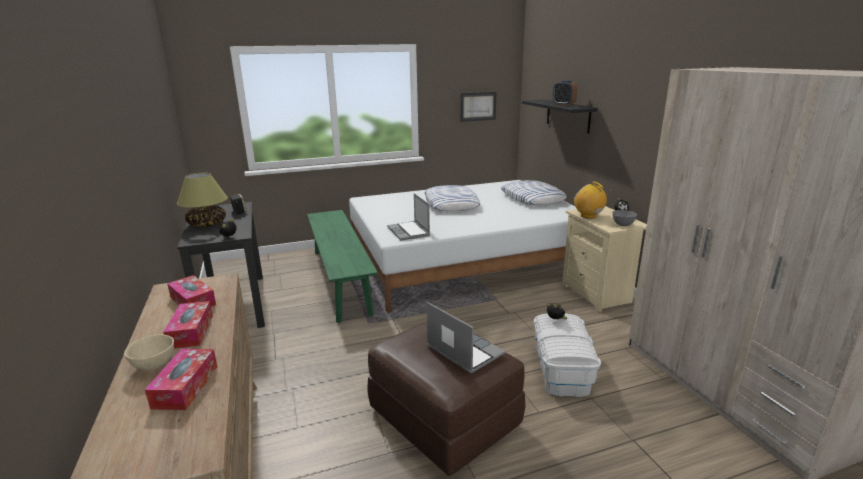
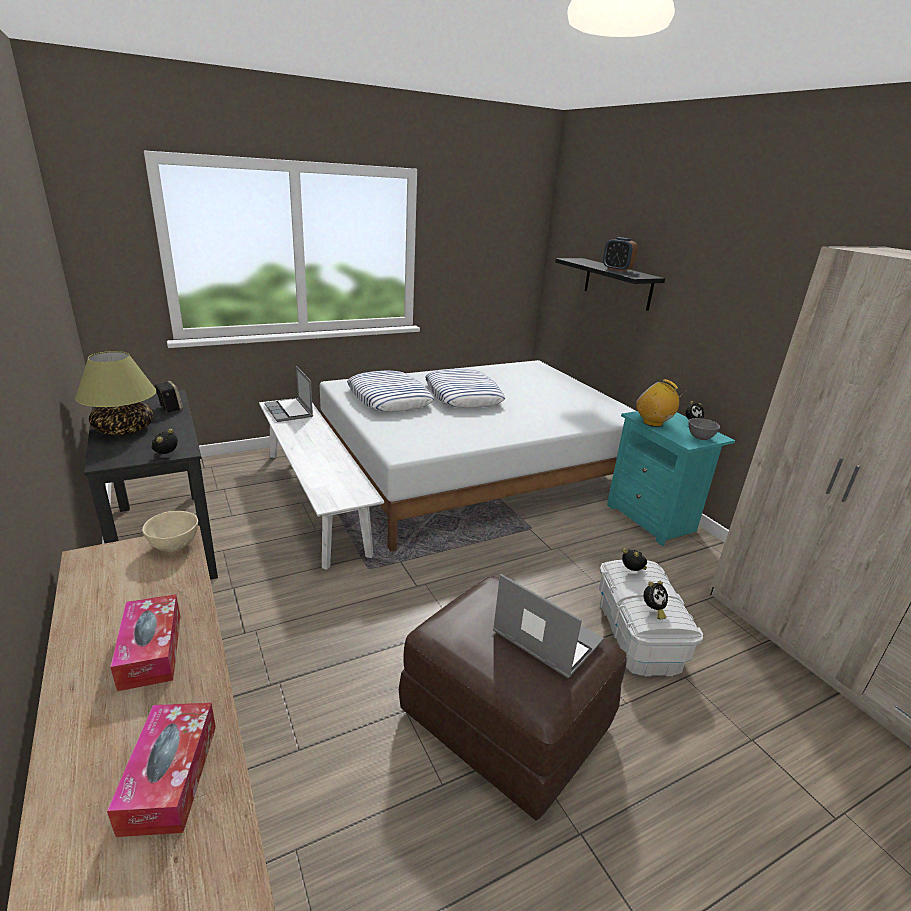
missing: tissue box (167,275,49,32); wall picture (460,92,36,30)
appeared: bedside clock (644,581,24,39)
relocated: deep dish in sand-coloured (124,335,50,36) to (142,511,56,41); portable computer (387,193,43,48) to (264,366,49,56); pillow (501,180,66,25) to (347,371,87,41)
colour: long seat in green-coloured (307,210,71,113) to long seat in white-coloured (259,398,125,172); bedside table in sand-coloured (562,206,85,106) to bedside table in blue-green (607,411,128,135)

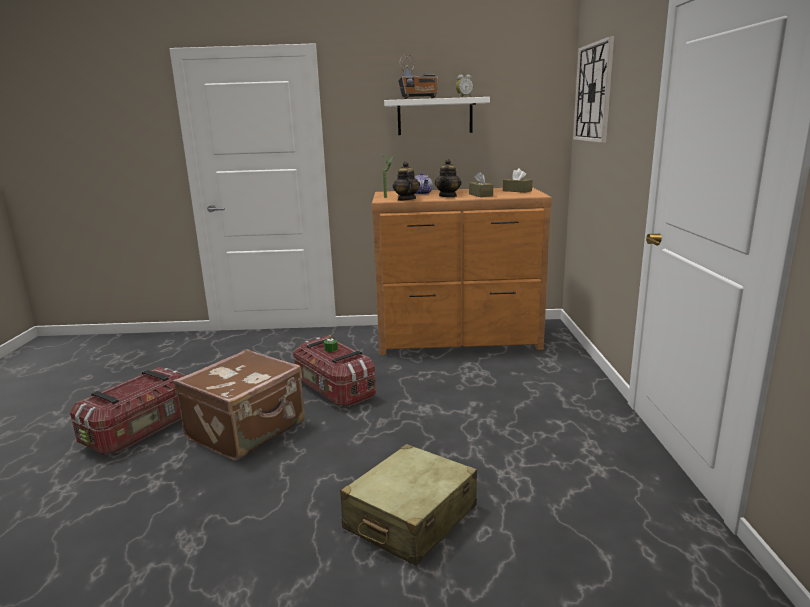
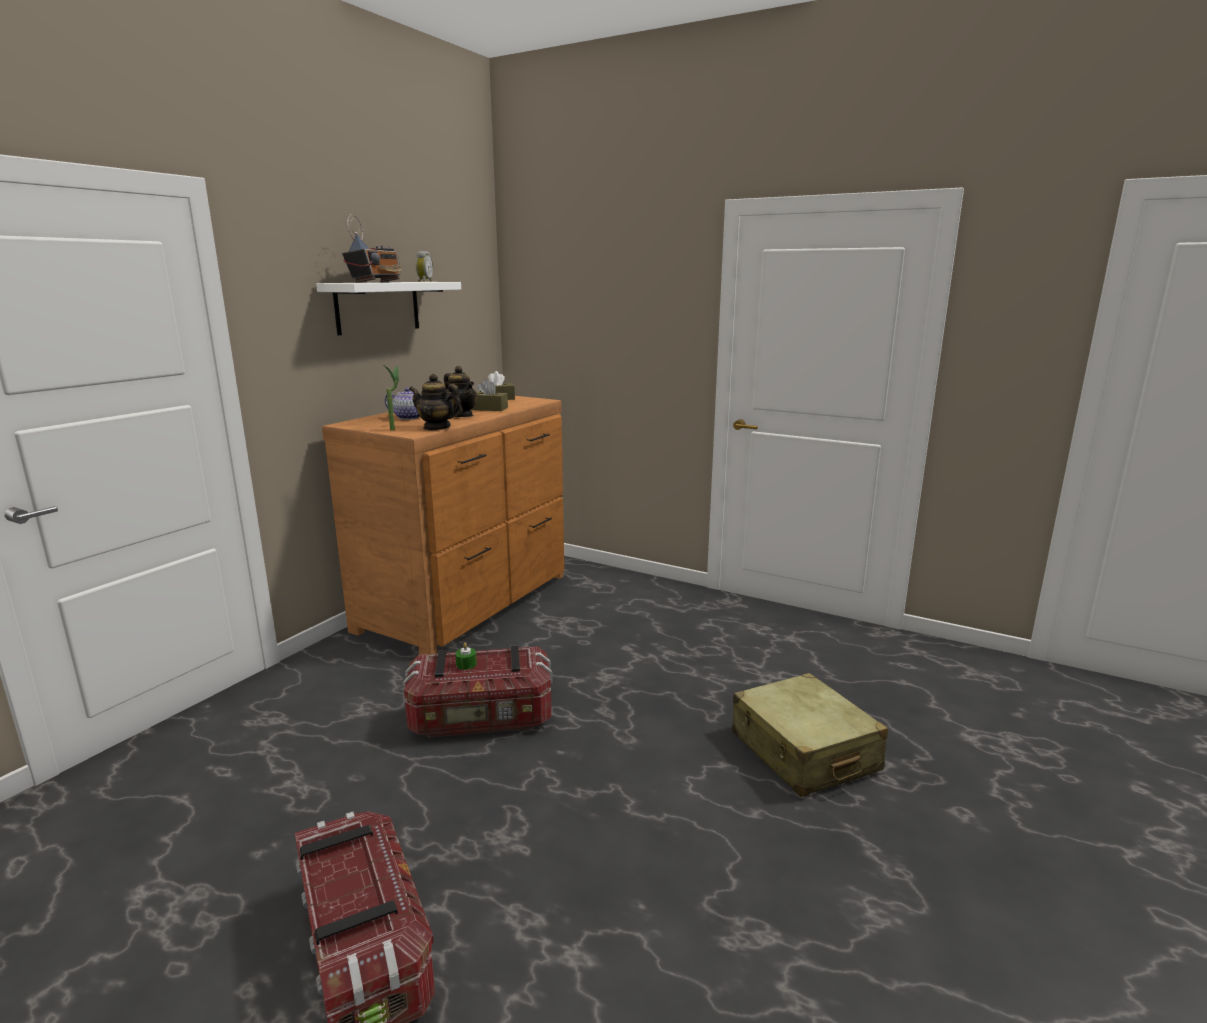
missing: travel case in brown-coloured (173,349,132,112); clock on the wall (573,36,41,107)

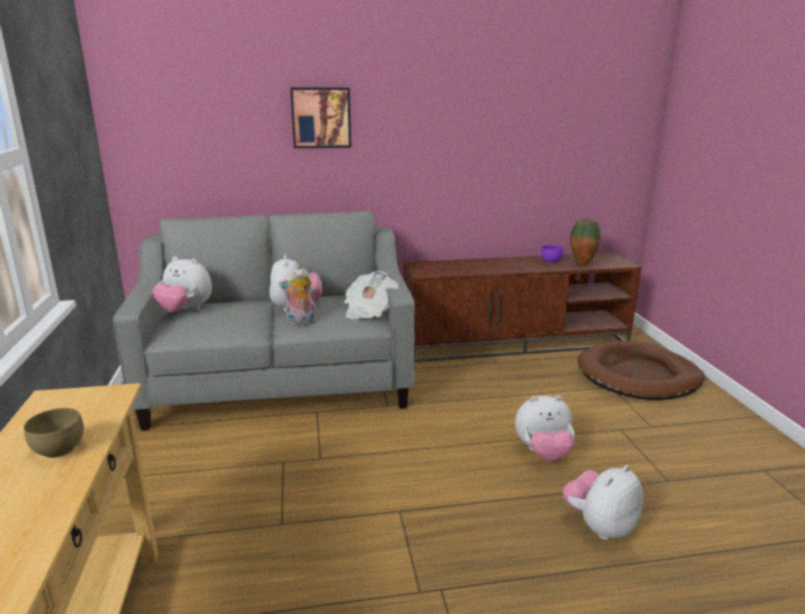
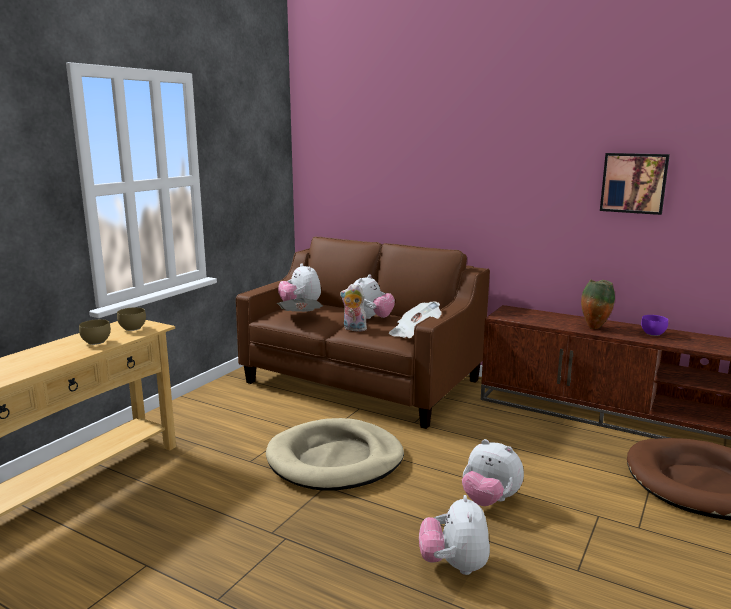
appeared: deep dish in brown-coloured (117,307,29,24); pet bed in sand-coloured (266,418,138,73); newspaper (277,298,46,14)
relocated: wall picture (290,87,61,61) to (600,153,70,62); flower vase (570,219,31,47) to (581,280,34,49)
colour: couch in gray (113,211,302,220) to couch in brown-coloured (236,237,254,192)
spun: soft toy (563,465,80,75) = (419,495,71,80) 90 degrees counterclockwise

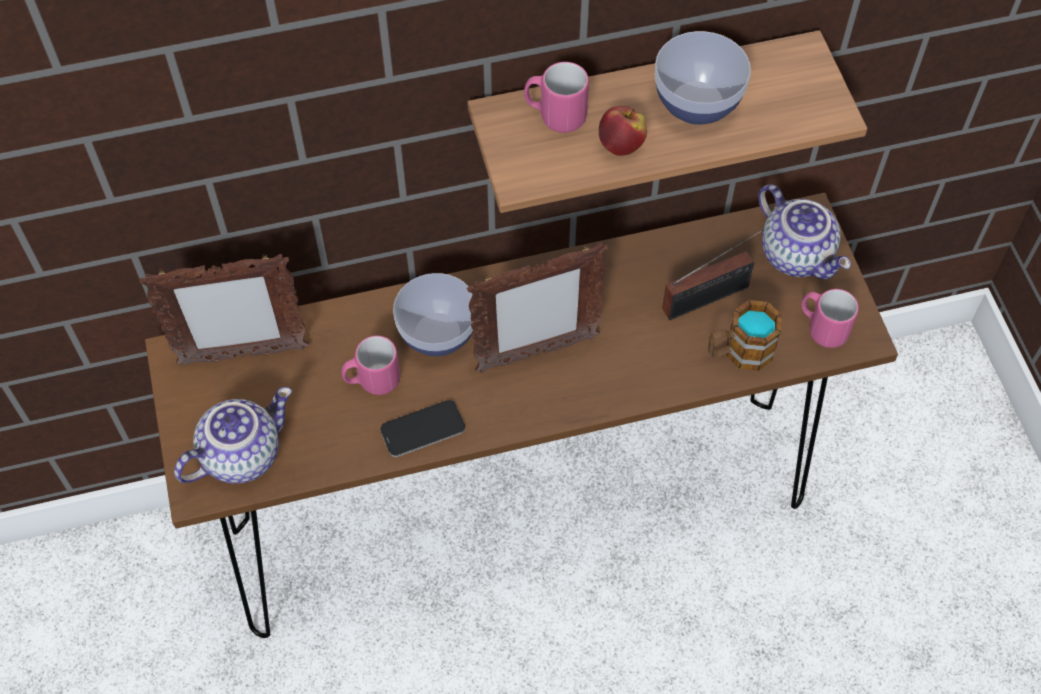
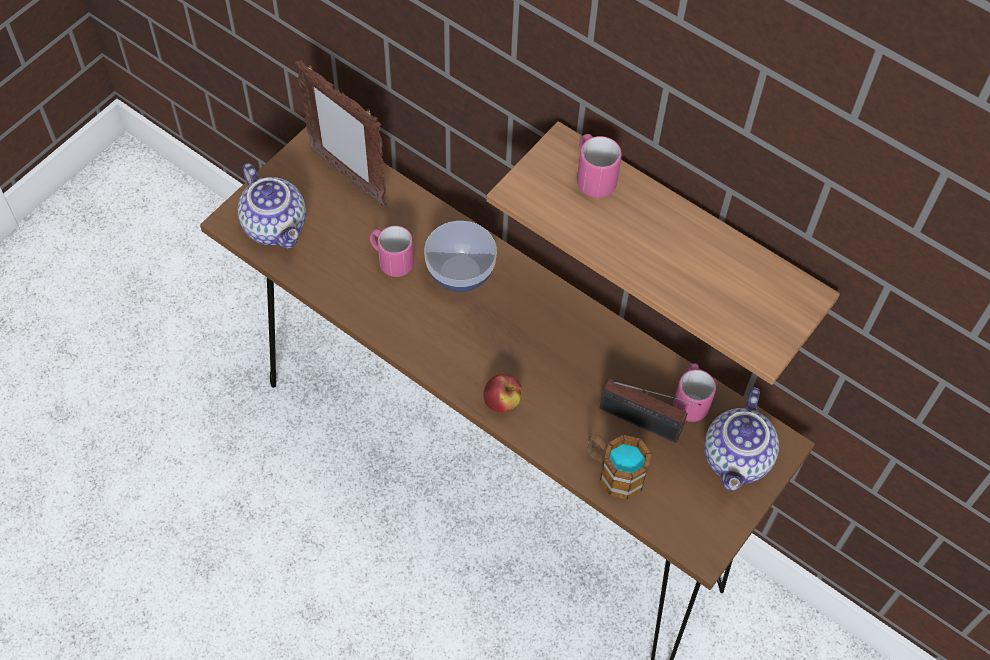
missing: phone (380,400,85,57); standing frame (467,243,141,130); deep dish (655,31,96,94)
relocated: whole apple (599,106,48,50) to (483,374,39,39); coffee mug in pinkish (801,289,58,59) to (673,363,43,59)
spun: teapot (174,387,118,97) = (238,163,68,85) 45 degrees clockwise

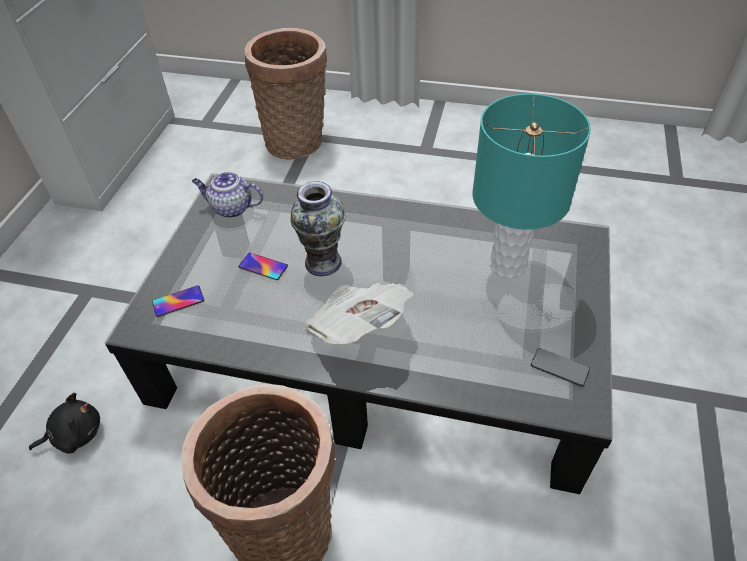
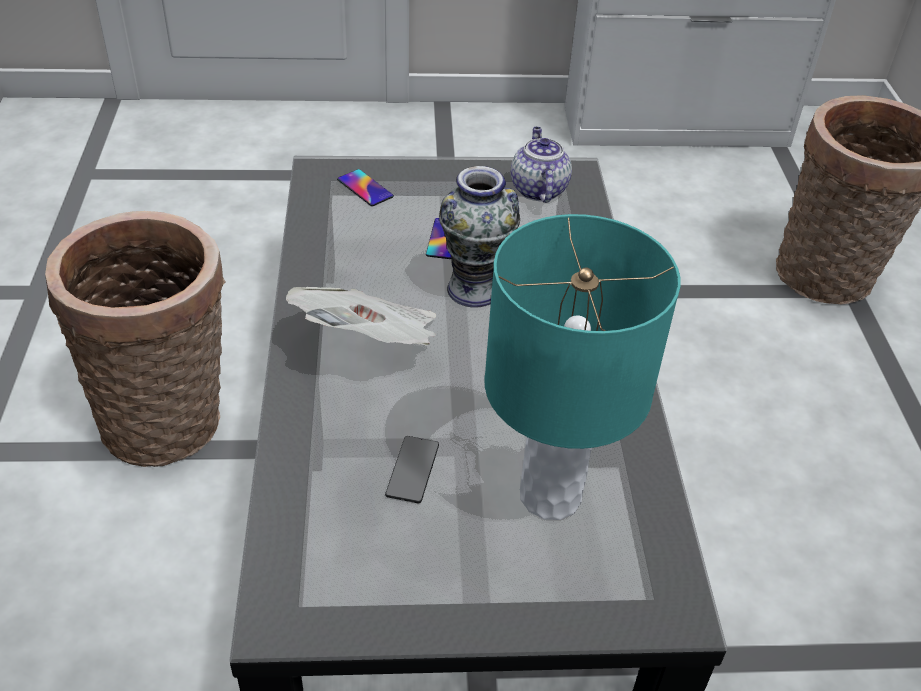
missing: soft toy in black (29,393,71,60)
relocated: phone (531,348,59,38) to (385,436,54,67)

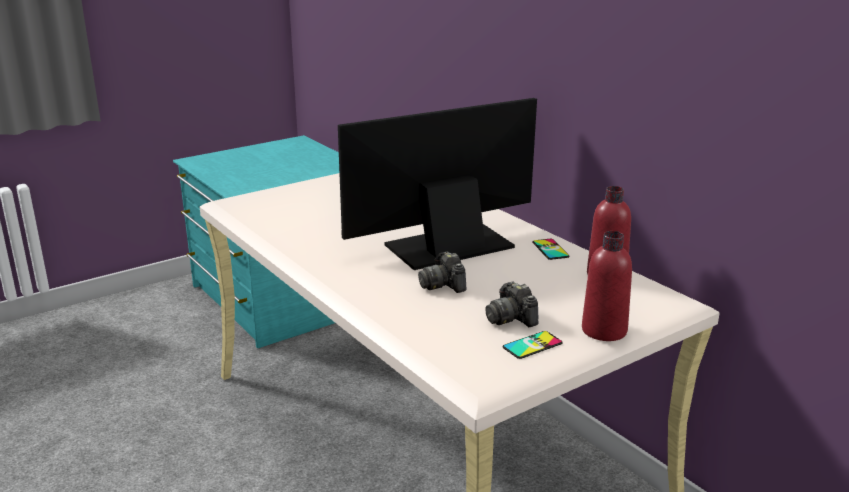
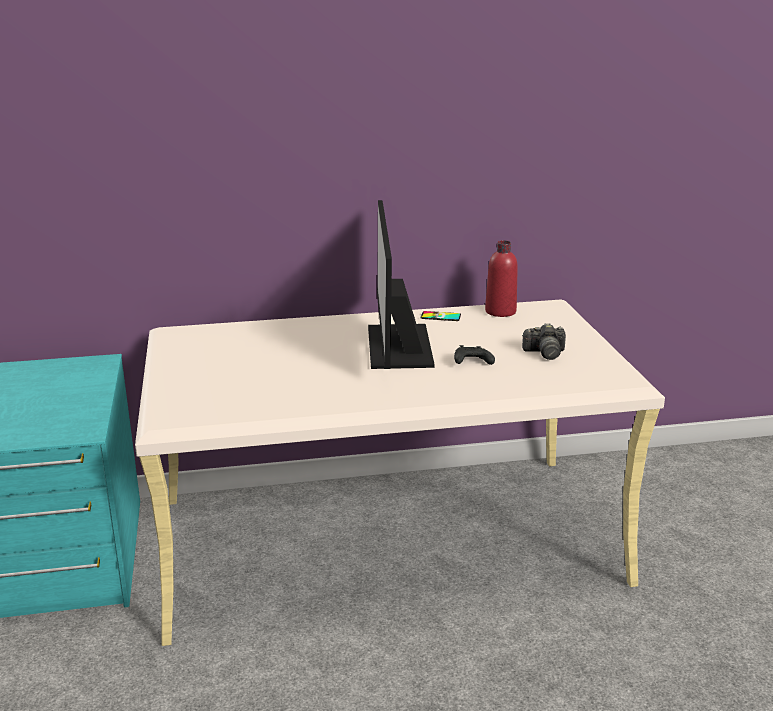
missing: phone (503,331,60,28); drink bottle in red (582,231,50,110)
exchanged: photo camera (418,251,48,42) to joypad in black (454,345,41,20)

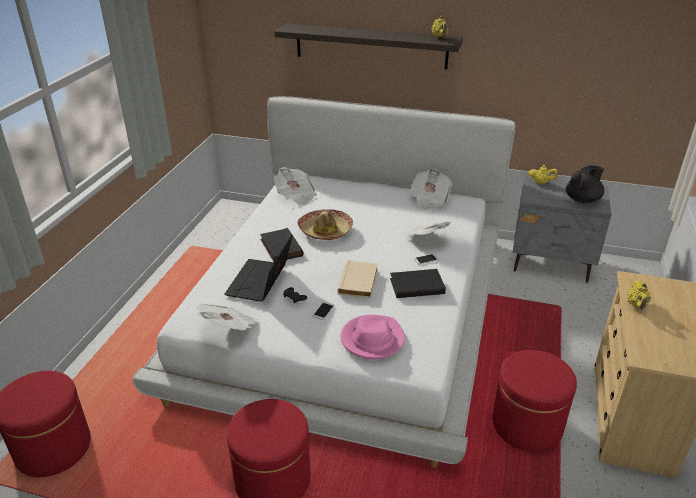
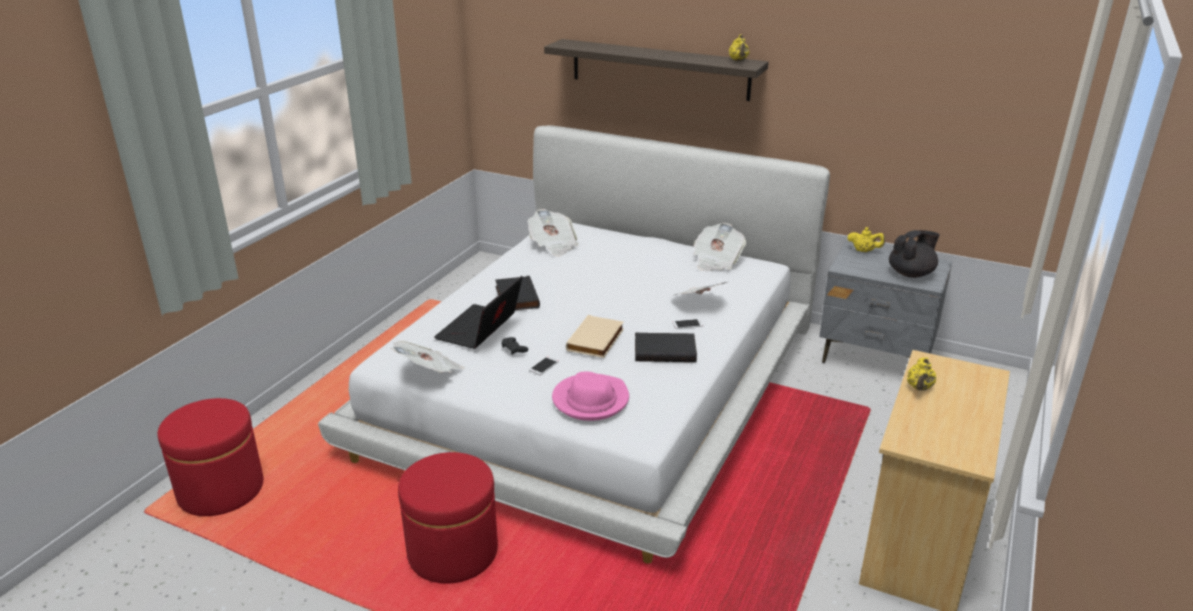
missing: wearable hat (298,209,55,31); footrest in red (493,350,84,102)

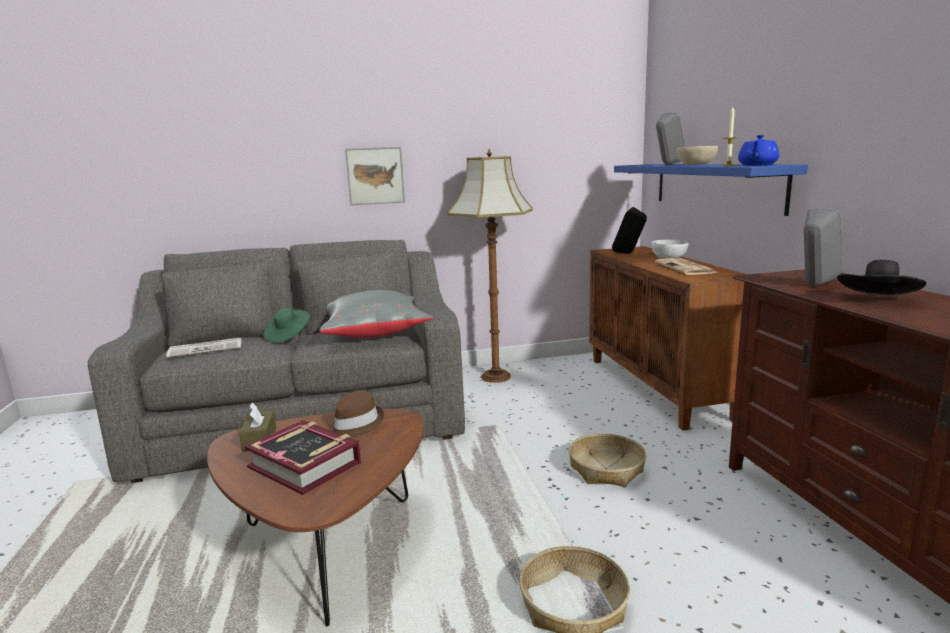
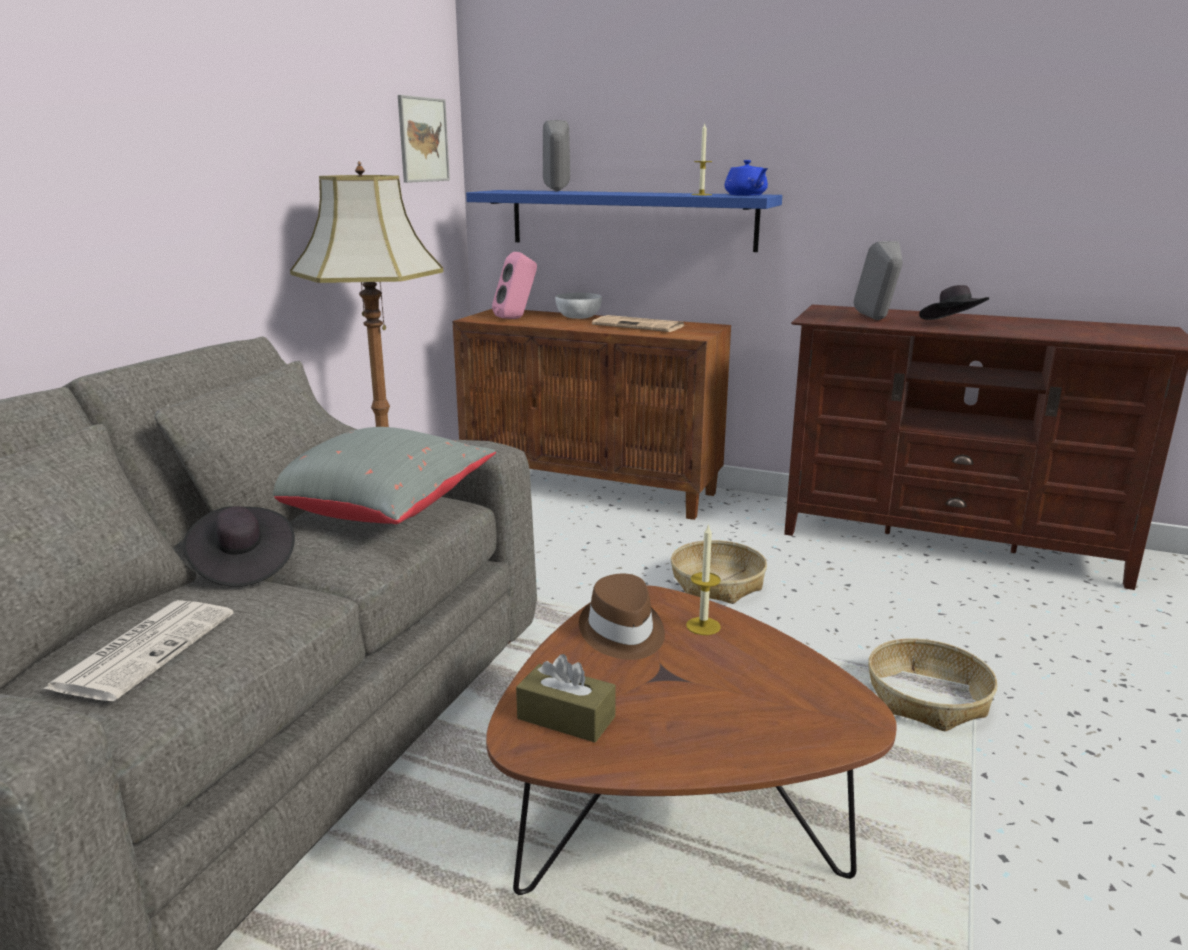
missing: bound book (244,420,117,75); deep dish in sand-coloured (677,145,41,20)
appeared: wax candle (686,523,35,112)
relocated: wall picture (345,147,60,59) to (398,95,52,88)
colour: wearable hat in green-coloured (263,308,47,35) to wearable hat in black (183,506,112,81); loudspeaker in black (612,207,35,47) to loudspeaker in pinkish (492,252,45,67)

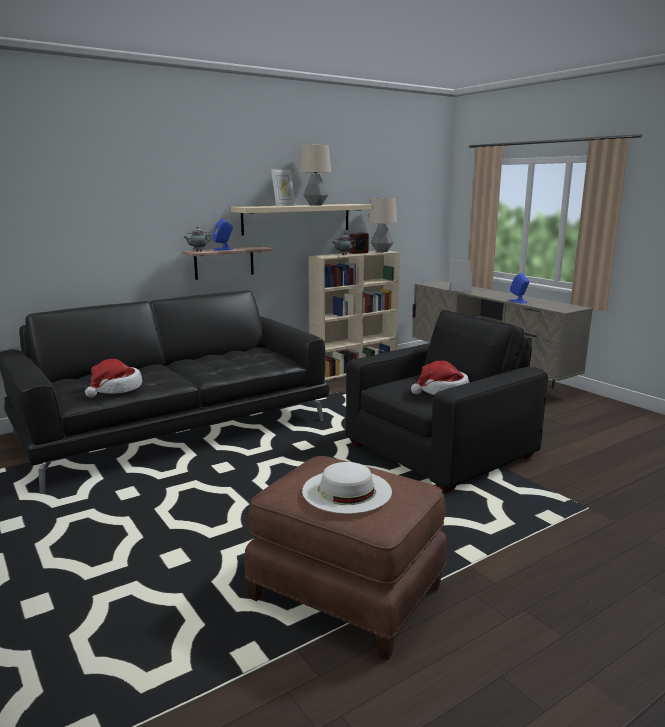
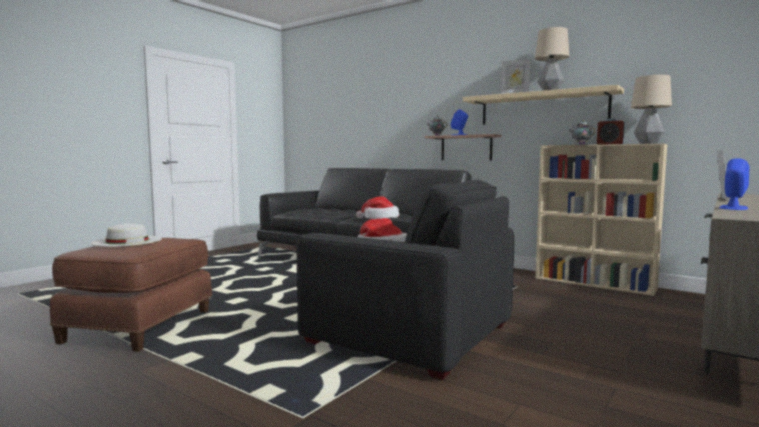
relocated: wearable hat (85,359,57,39) to (356,196,43,23)

